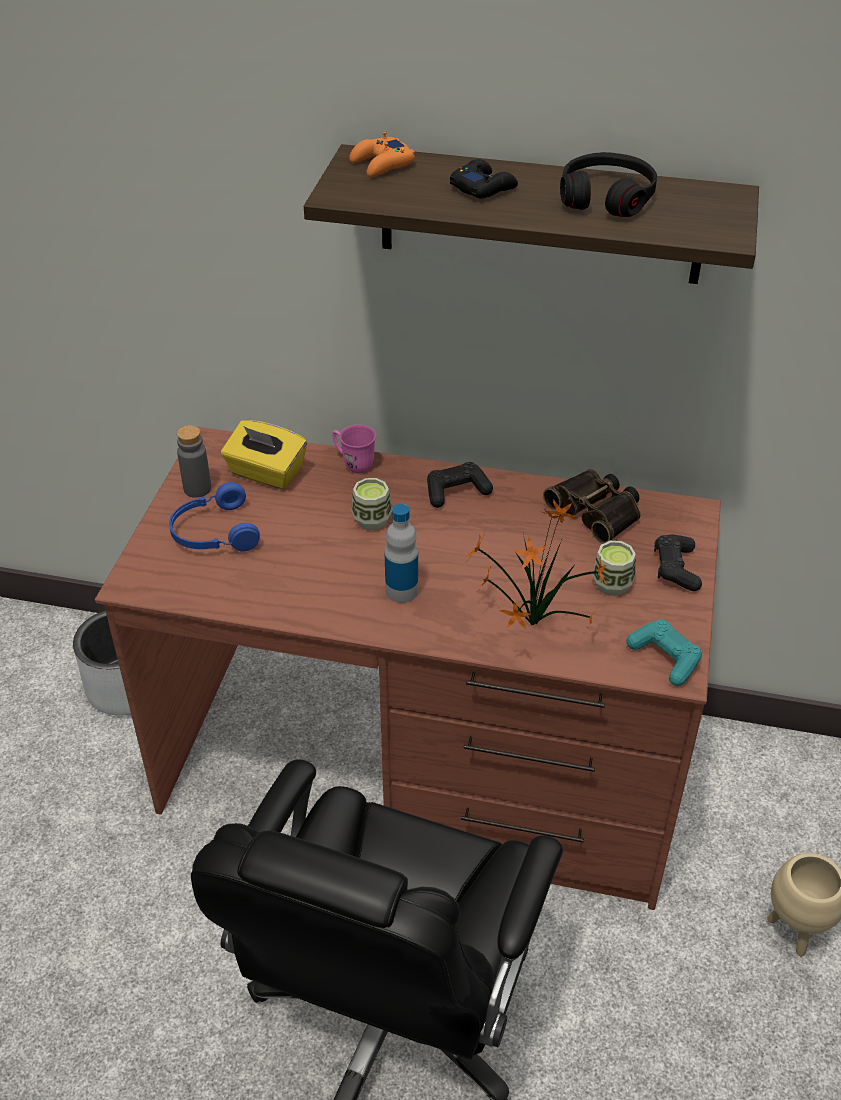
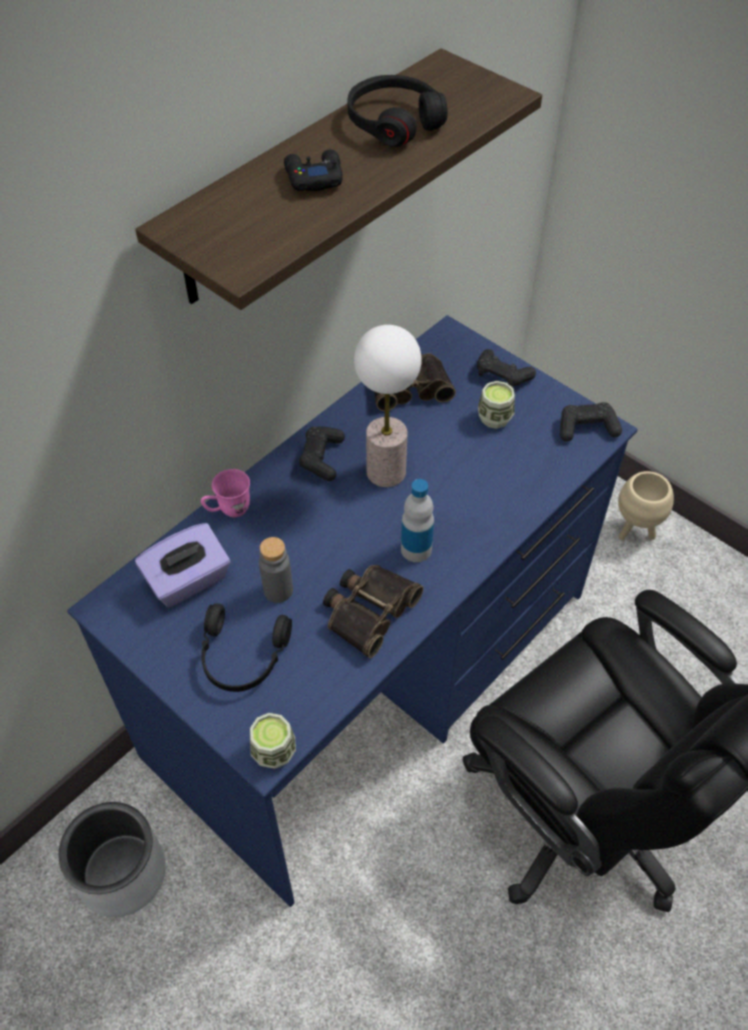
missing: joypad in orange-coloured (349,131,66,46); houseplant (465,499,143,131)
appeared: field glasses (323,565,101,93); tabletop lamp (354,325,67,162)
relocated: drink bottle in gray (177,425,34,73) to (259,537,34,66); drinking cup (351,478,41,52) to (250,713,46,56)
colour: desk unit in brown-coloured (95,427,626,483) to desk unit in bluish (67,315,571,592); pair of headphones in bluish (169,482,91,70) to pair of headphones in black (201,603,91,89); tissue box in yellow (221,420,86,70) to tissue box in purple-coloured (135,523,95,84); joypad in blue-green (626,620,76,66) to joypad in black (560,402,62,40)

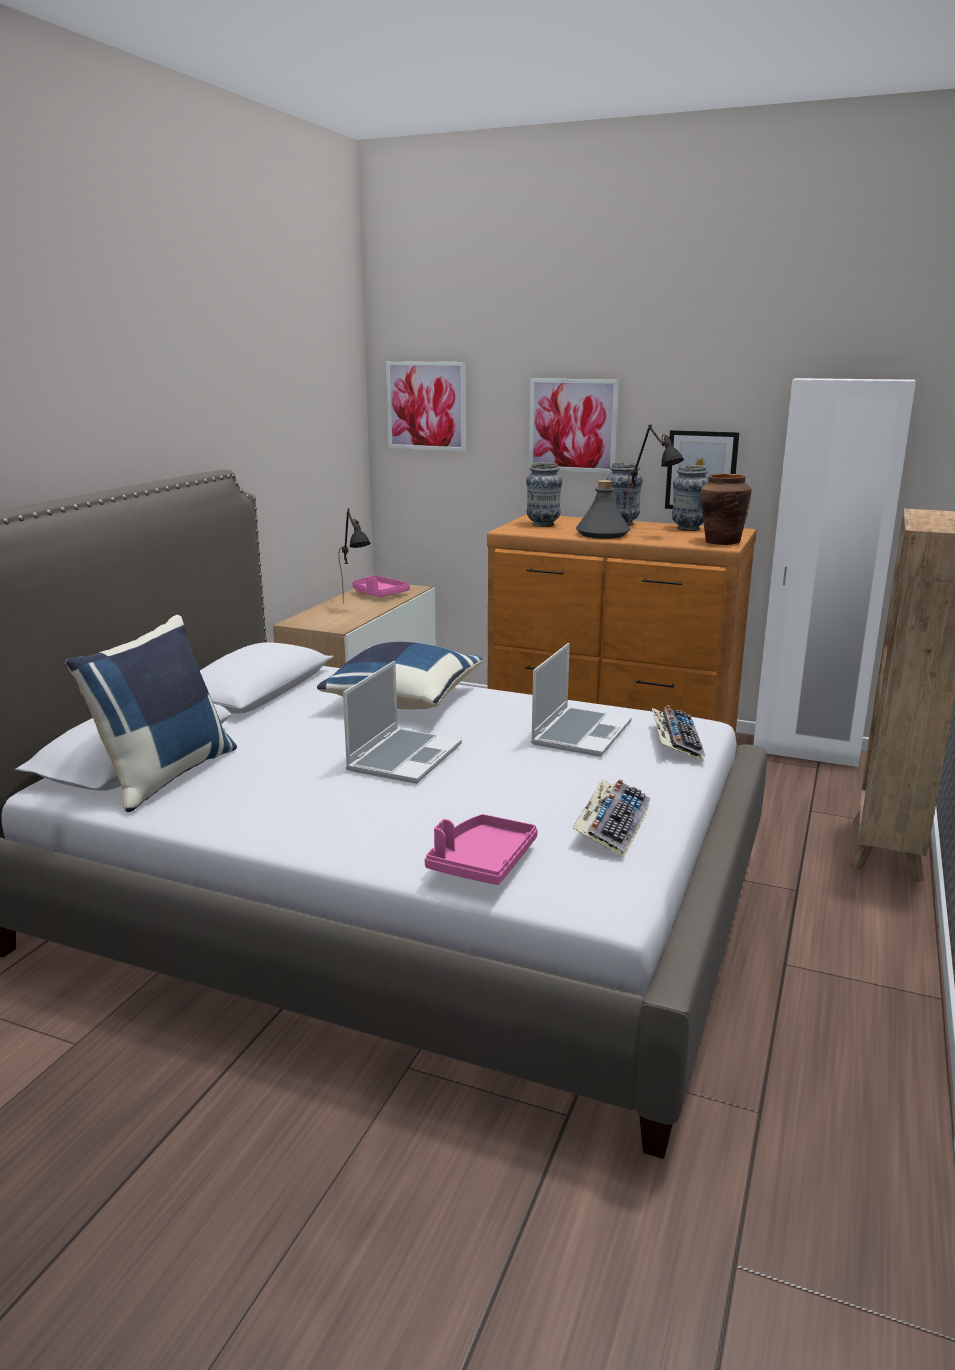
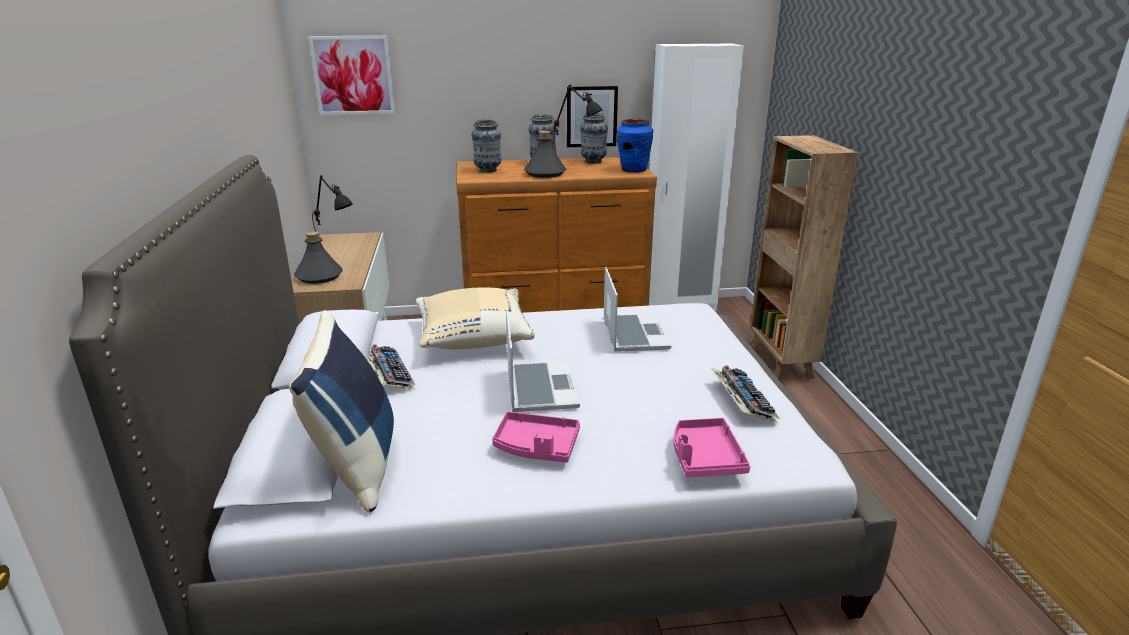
missing: wall picture (529,378,90,95)
appeared: drink bottle in gray (294,231,49,53)
relocated: tray in pinkish (352,575,58,22) to (492,412,88,51); PC keyboard (652,705,53,57) to (367,344,49,46)
colour: pillow in bluish (317,642,165,67) to pillow in sand-coloured (416,288,119,62); flower vase in brown-coloured (701,474,51,71) to flower vase in bluish (617,119,36,54)

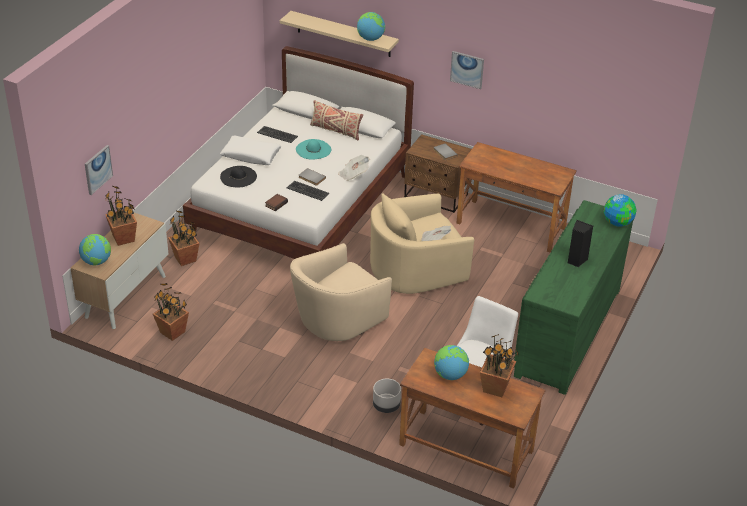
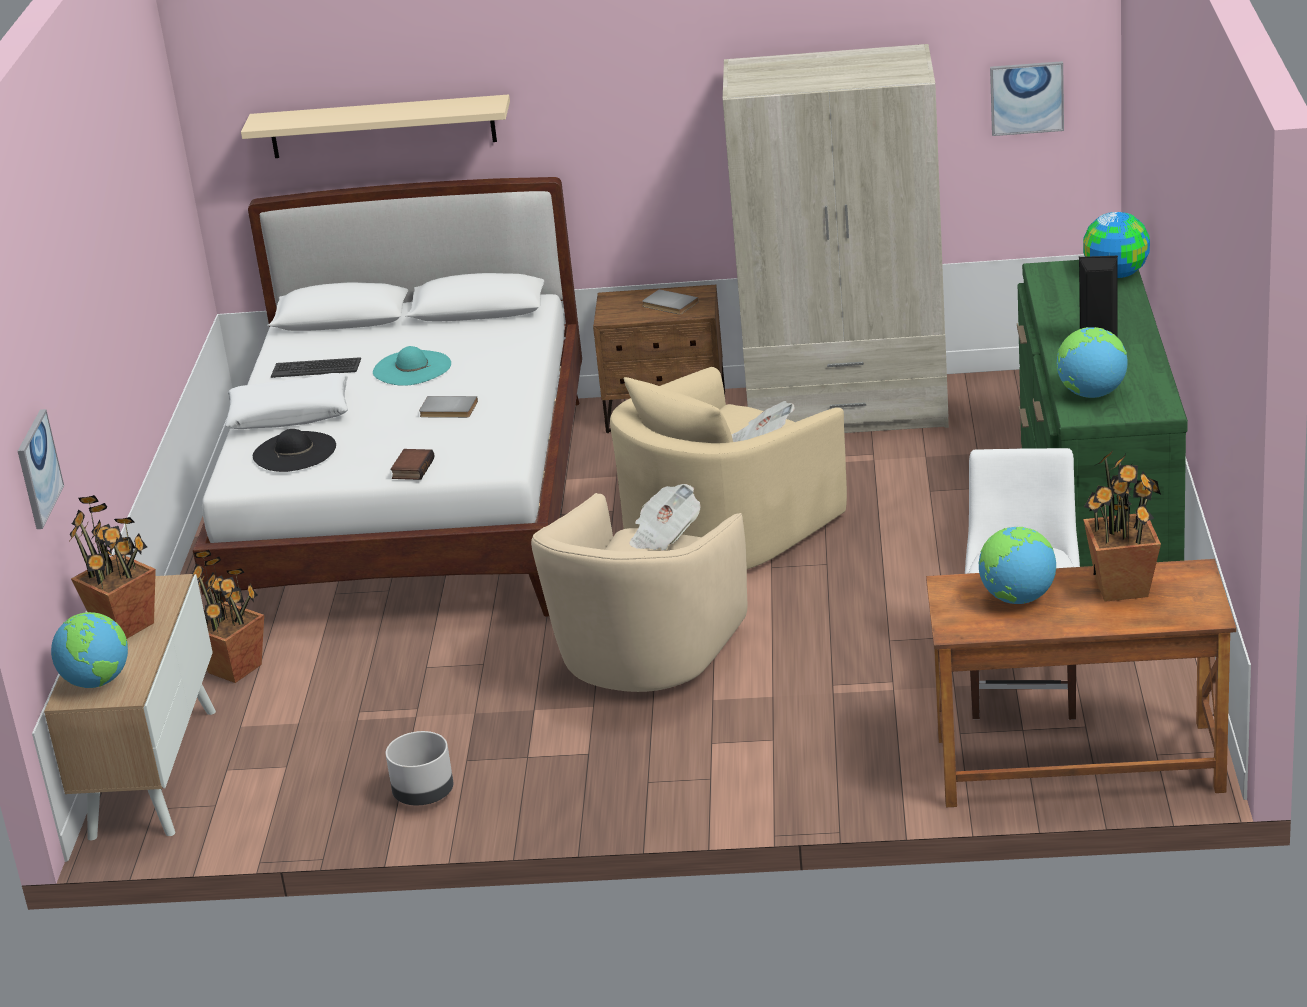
missing: houseplant (153,283,36,58); PC keyboard (287,181,42,20); pillow in sand-coloured (310,100,53,40)
relocated: newspaper (338,155,32,26) to (629,484,72,67); globe (357,12,28,29) to (1057,327,71,71); planter in gray (373,379,28,34) to (386,731,68,74); wall picture (450,51,34,38) to (990,61,74,75)
exchanged: desk unit in brown-coloured (457,142,120,111) to armoire in sand-coloured (723,44,226,389)

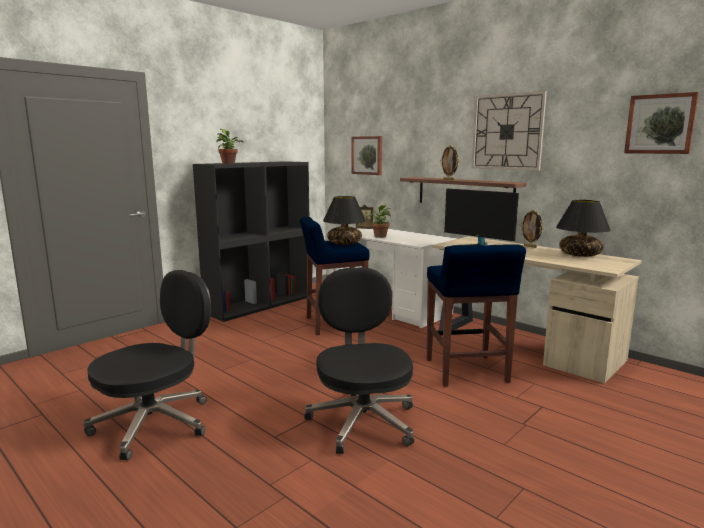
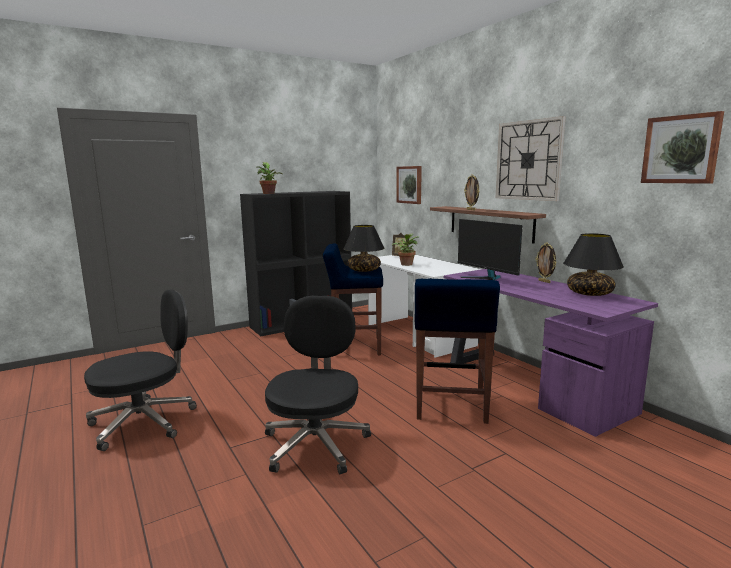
colour: desk unit in sand-coloured (433,236,209,148) to desk unit in purple-coloured (444,269,214,168)

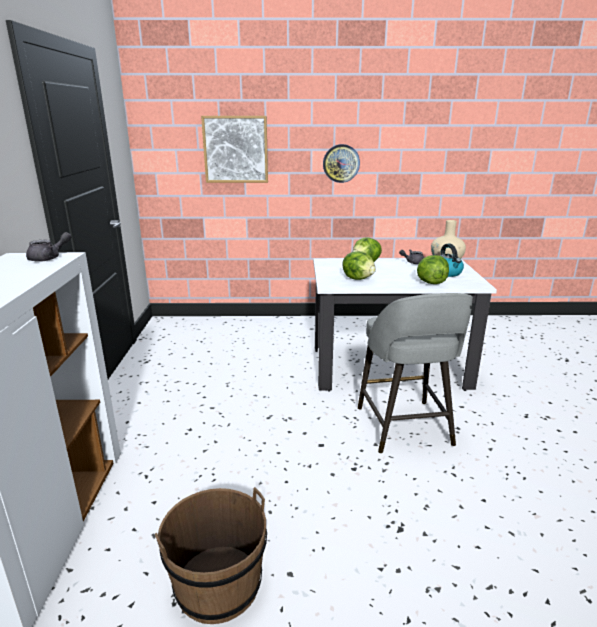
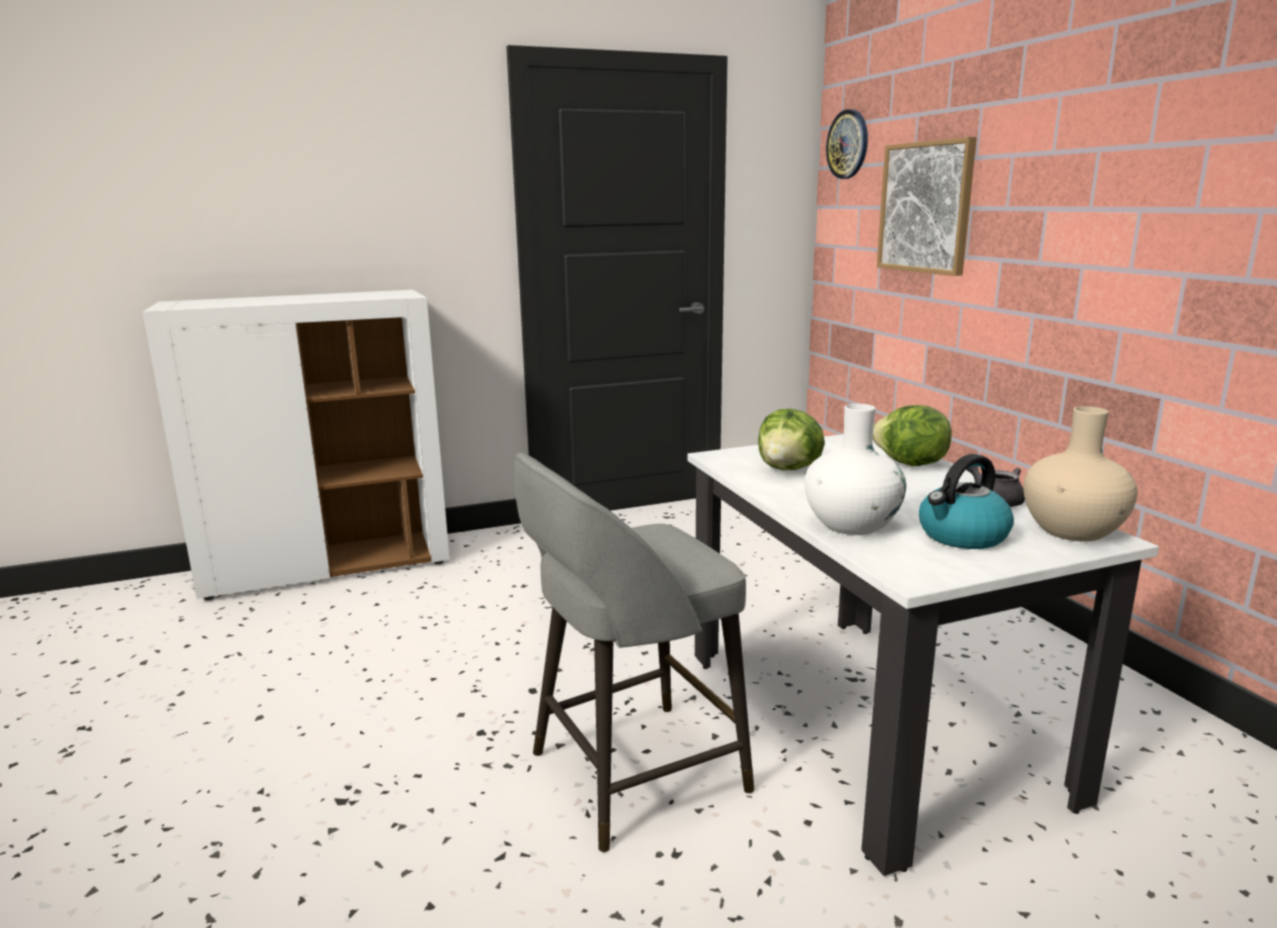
missing: teapot in gray (26,232,46,30); pail in brown-coloured (155,487,112,137)
relocated: clock on the wall (323,144,37,39) to (826,109,42,70)
exchanged: lettuce (417,255,32,29) to flower vase in white-coloured (805,404,101,131)

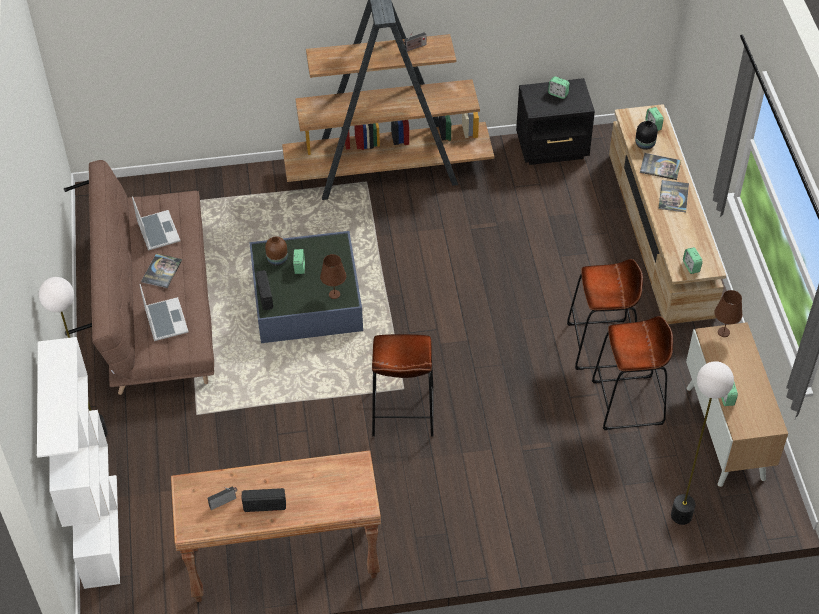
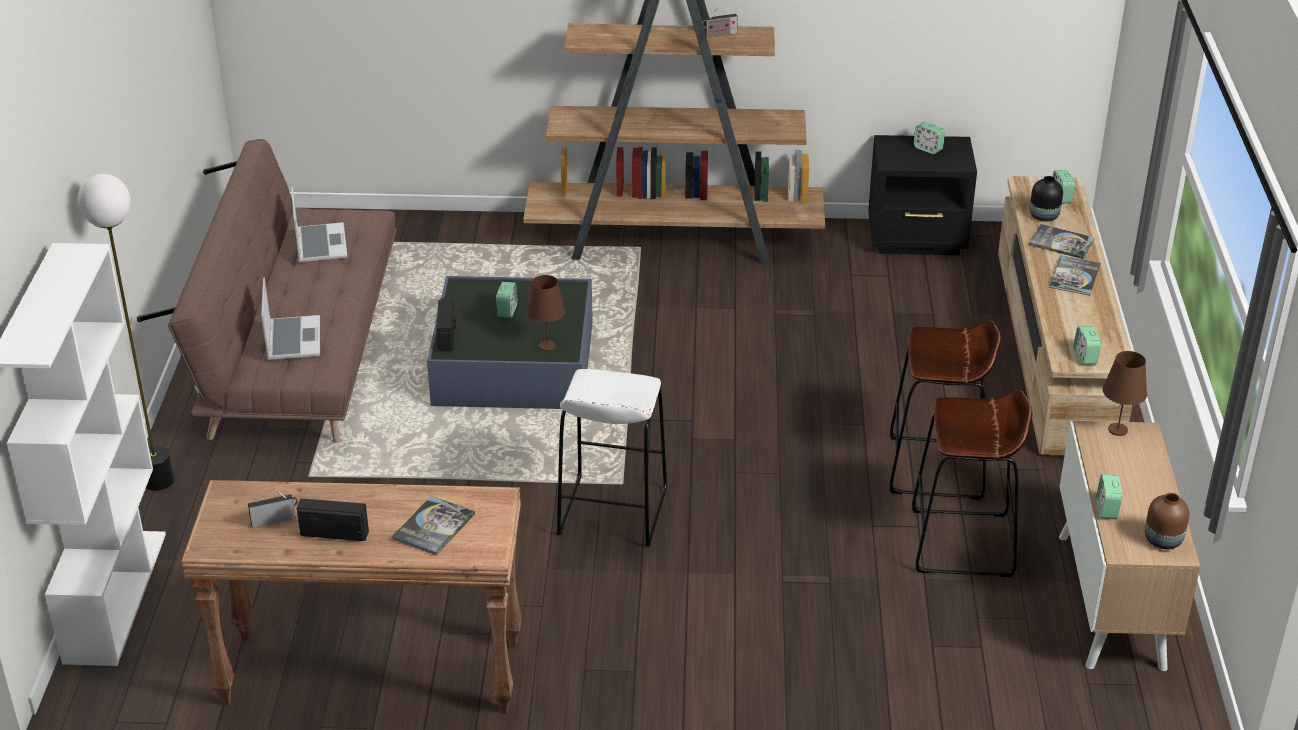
missing: standard lamp (671,361,63,164)
relocated: bound book (141,253,41,35) to (392,496,83,59); flower vase in brown-coloured (265,237,23,29) to (1145,493,44,56)
colour: stool in brown-coloured (372,334,61,103) to stool in white-coloured (557,369,110,178)

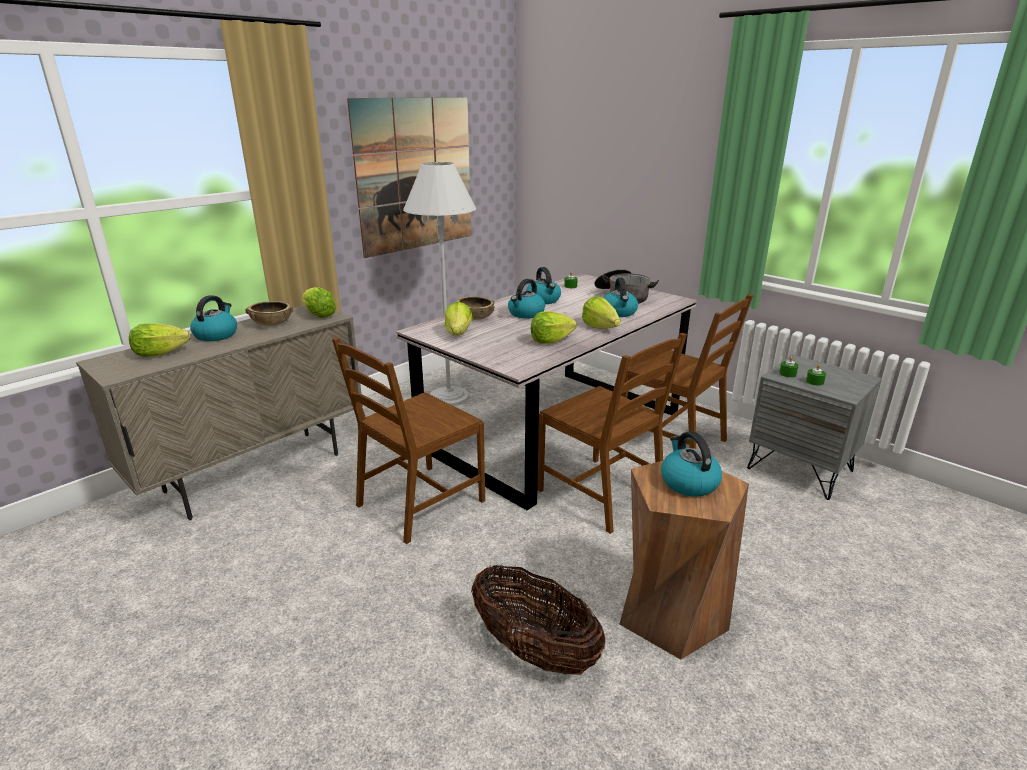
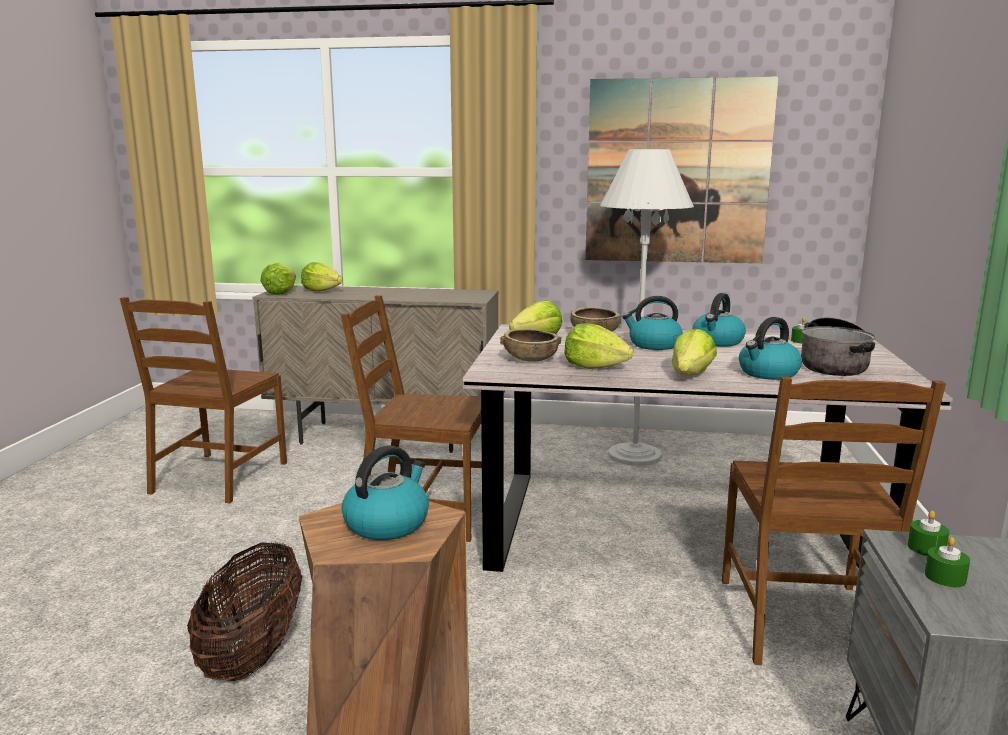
missing: water kettle (190,295,47,46)
relocated: deep dish in brown-coloured (246,301,47,25) to (500,329,62,33); lettuce (302,287,34,31) to (261,263,35,32); plain chair in brown-coloured (537,333,150,201) to (120,297,167,206)

